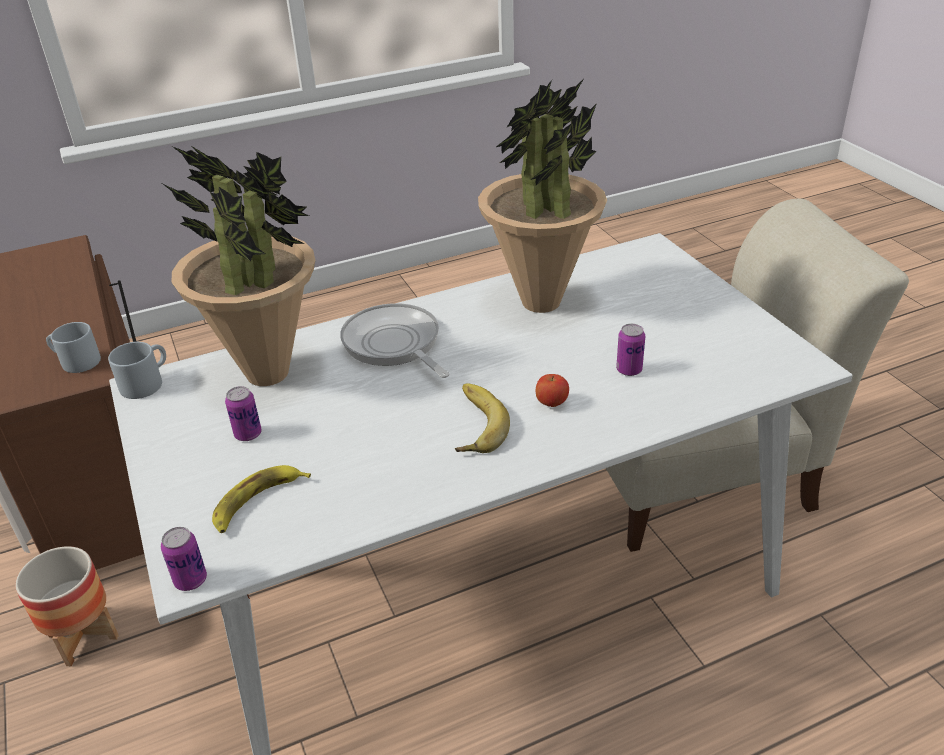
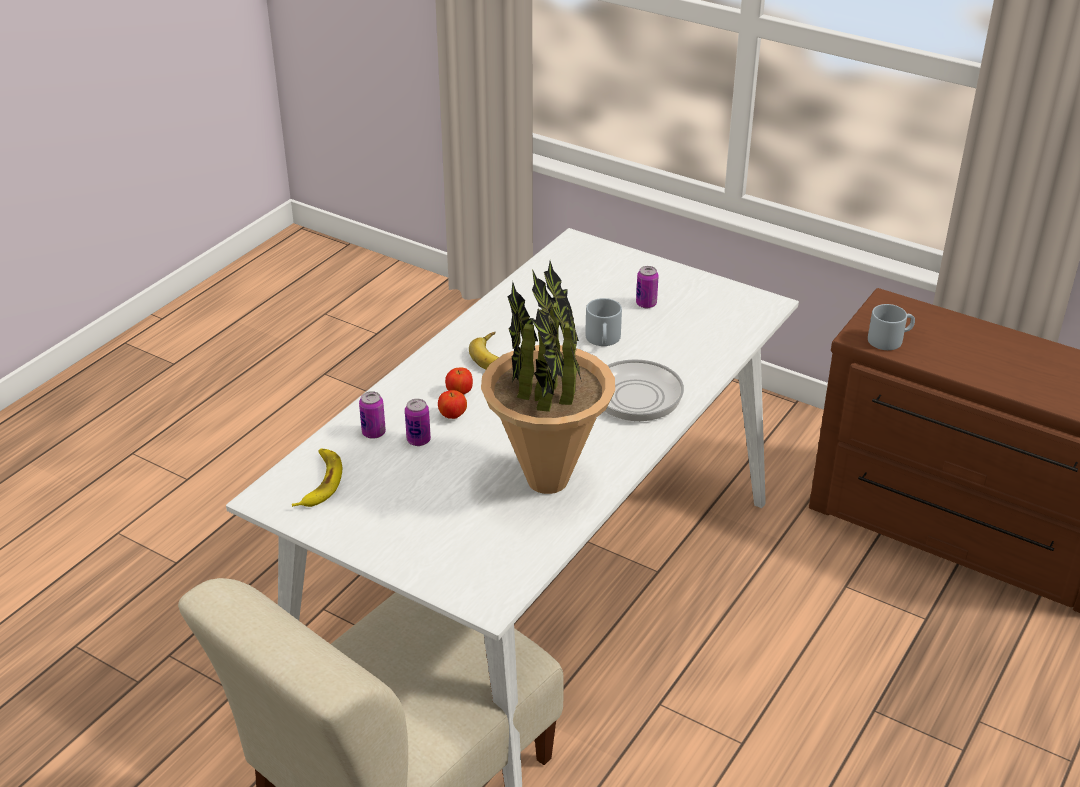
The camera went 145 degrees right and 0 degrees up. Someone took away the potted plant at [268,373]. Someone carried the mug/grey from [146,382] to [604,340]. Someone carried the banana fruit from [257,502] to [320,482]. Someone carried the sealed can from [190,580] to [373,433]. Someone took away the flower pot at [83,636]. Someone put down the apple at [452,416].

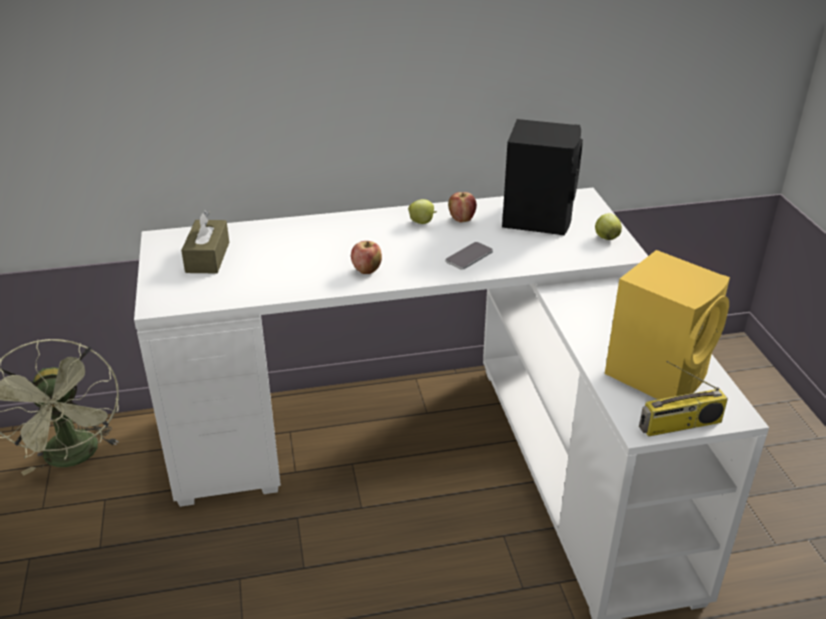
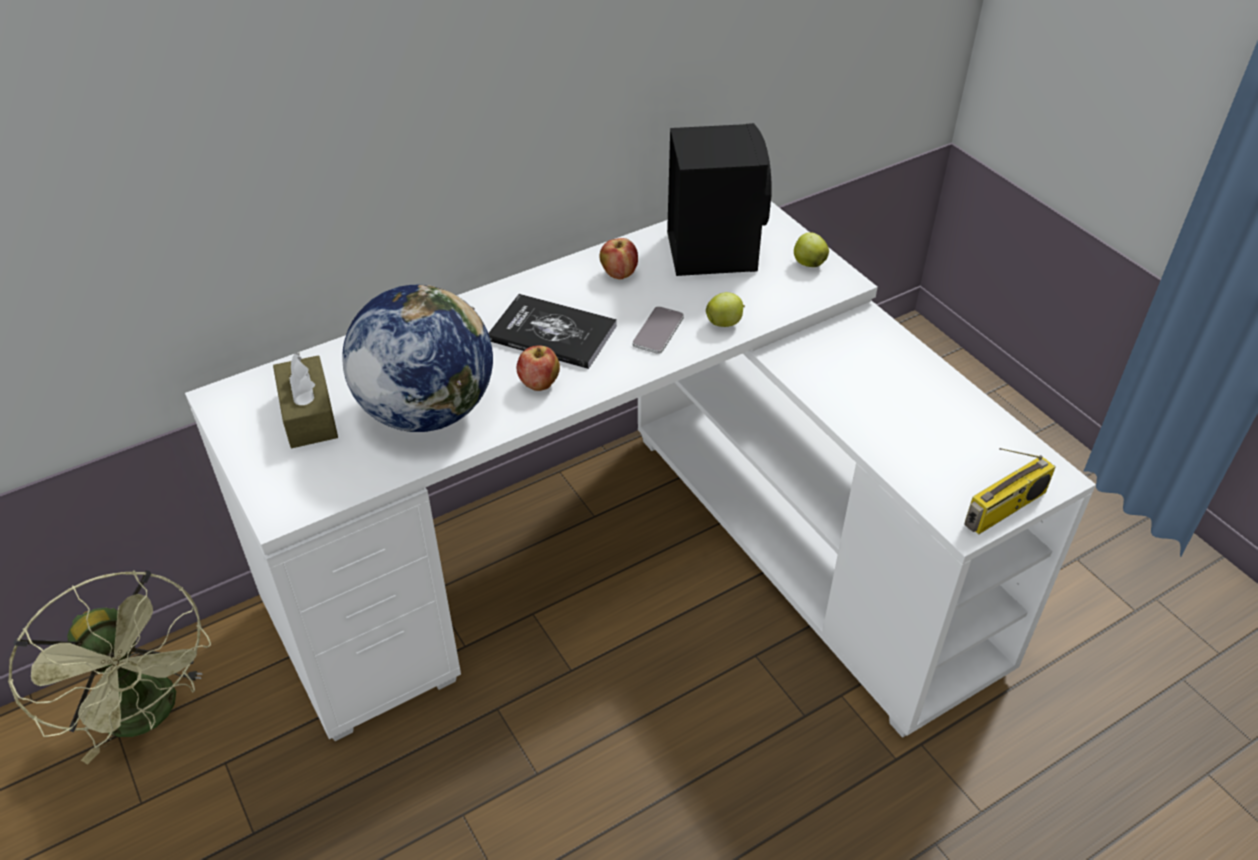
The camera went 20 degrees left and 10 degrees up. Someone carried the apple from [422,222] to [724,323]. Someone took away the speaker/yellow at [658,373]. Someone put down the desk globe at [426,410]. Someone put down the volume at [552,333].

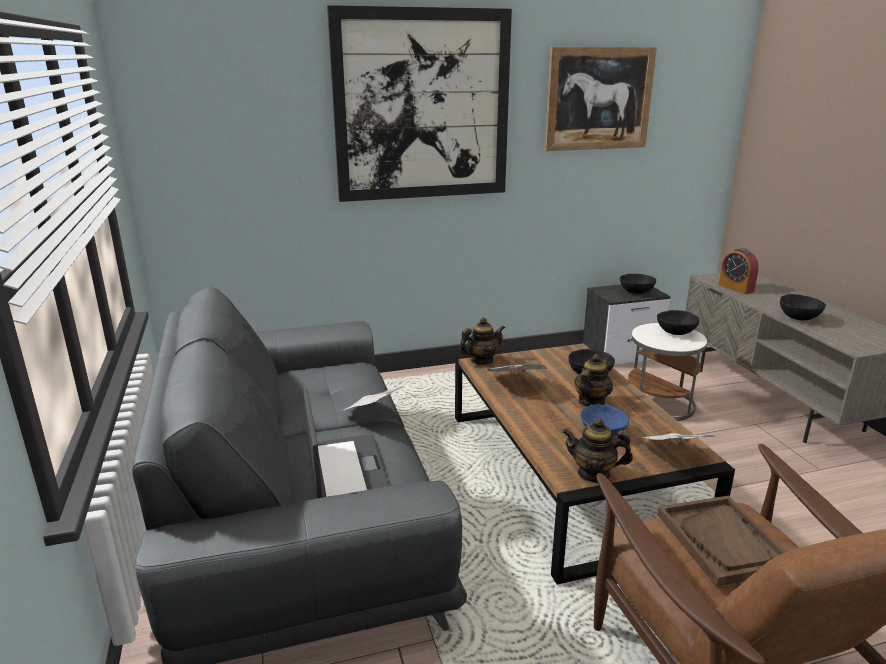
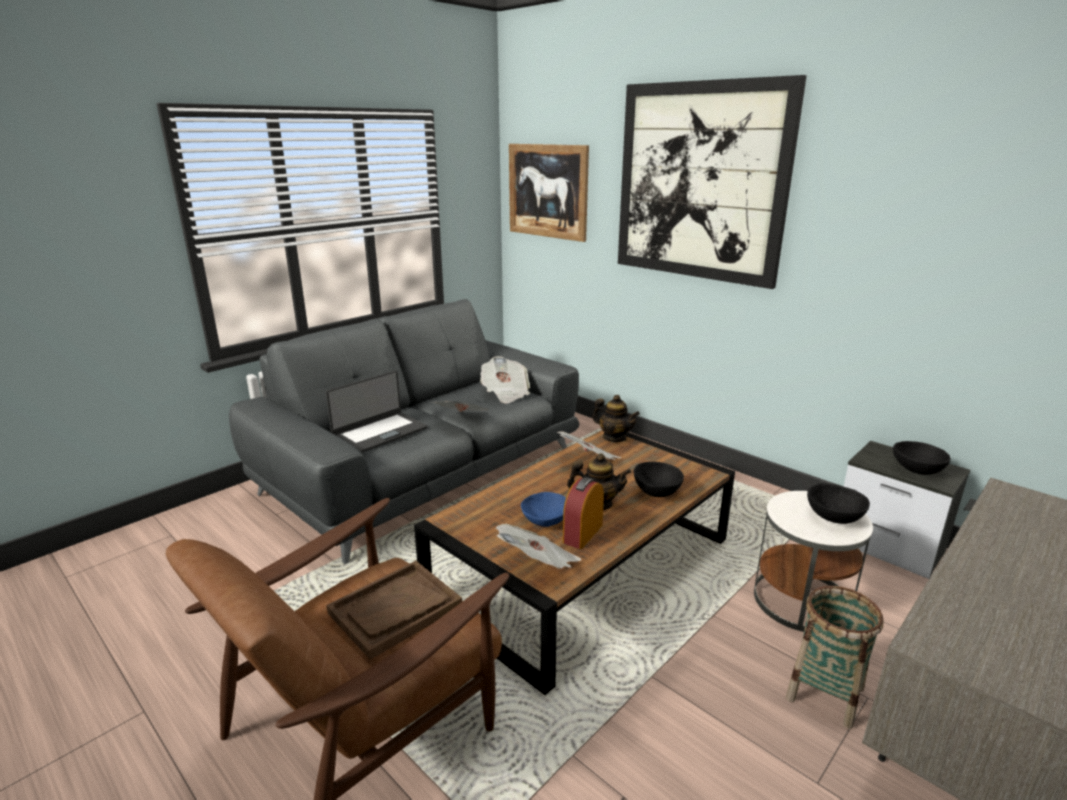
The camera went 60 degrees right and 0 degrees up. Someone carried the picture from [599,99] to [547,191]. Someone carried the alarm clock from [736,288] to [583,533]. Someone took away the deep dish/blackish at [798,318]. Someone took away the tea pot at [594,474]. Someone put down the printed paper at [505,393]. Someone put down the basket at [825,693].

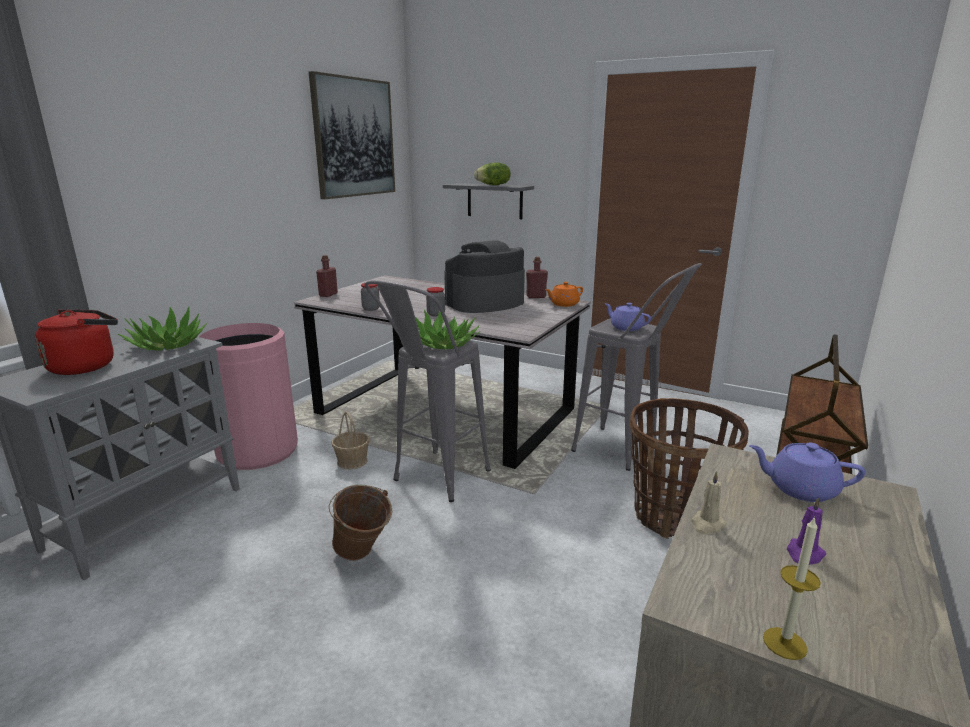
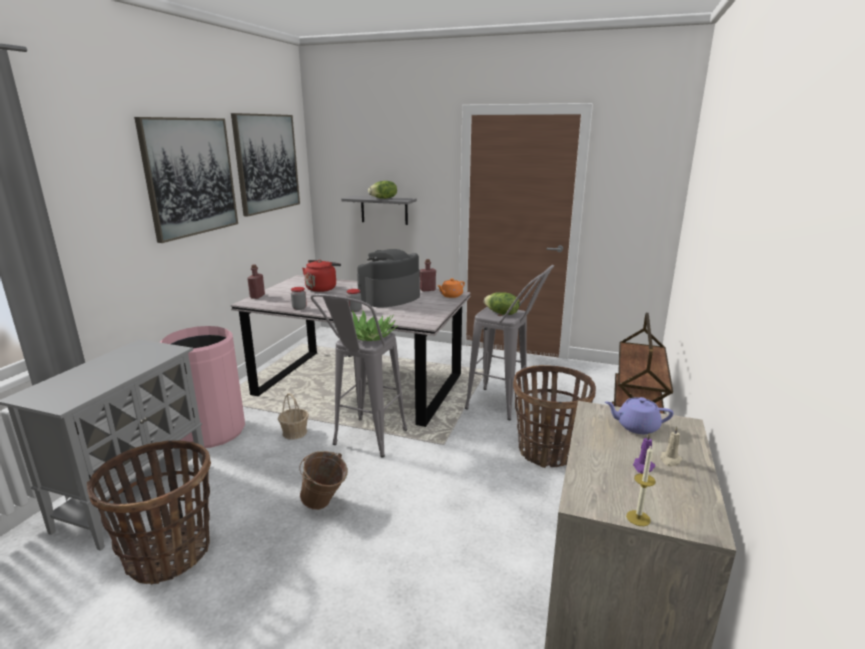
The camera went 10 degrees left and 0 degrees up. Someone swapped the tea pot/purple at [626,327] for the lettuce head at [501,313]. Someone took away the potted plant at [167,345]. Someone carried the tea kettle/reddish from [86,366] to [322,288]. Someone carried the wax light/beige-coloured from [707,525] to [670,460]. Someone put up the picture at [190,177]. Someone put down the basket at [169,554].

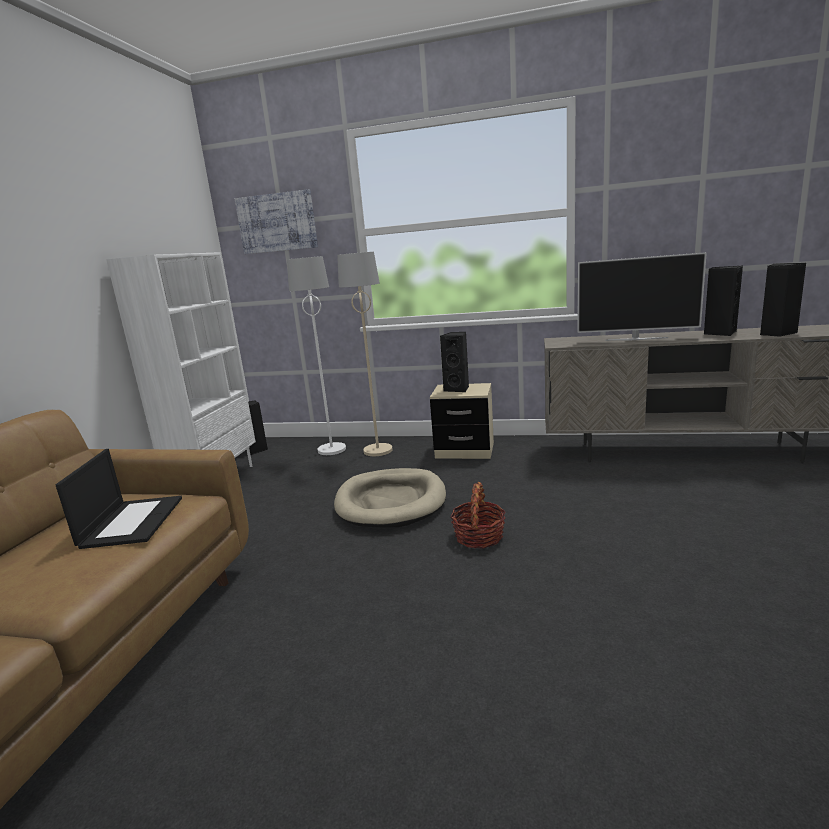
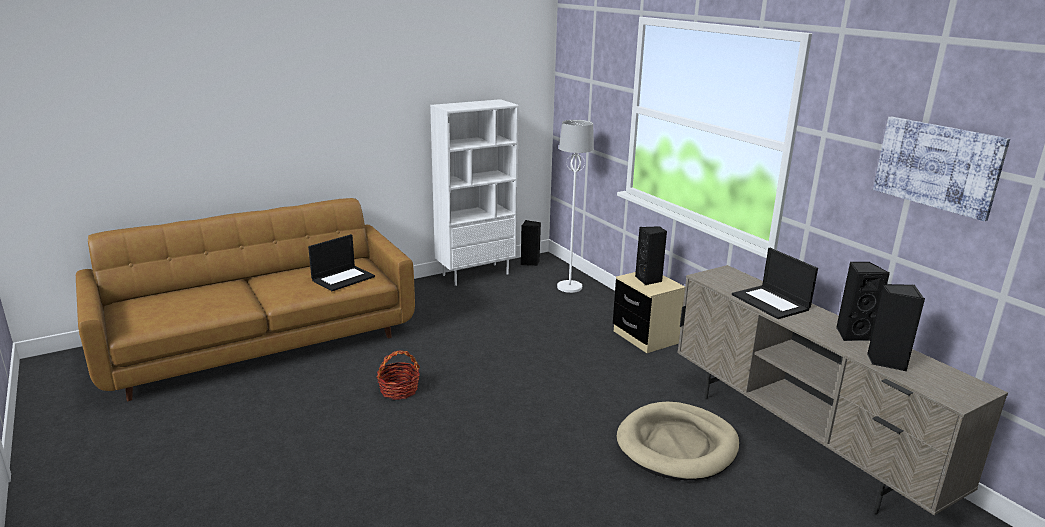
The camera went 45 degrees right and 5 degrees up. Someone carried the picture from [277,222] to [937,166]. Someone took away the standard lamp/beige-coloured at [377,451]. Someone swapped the television at [636,339] for the portable computer at [771,302]. Someone carried the dog bed/beige-coloured from [391,502] to [677,445]. Someone carried the basket from [479,536] to [399,390].

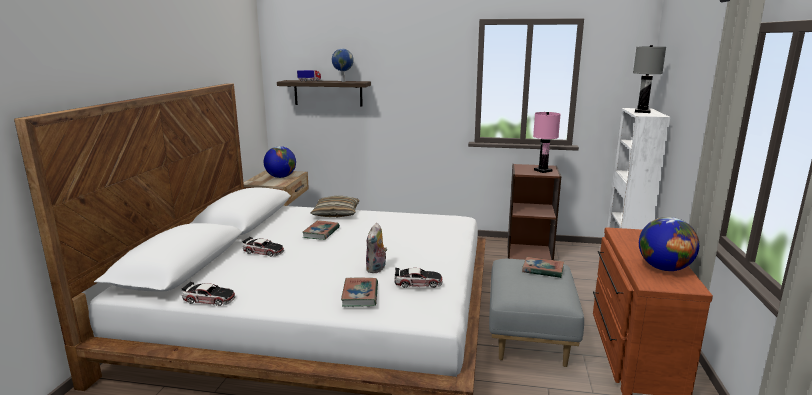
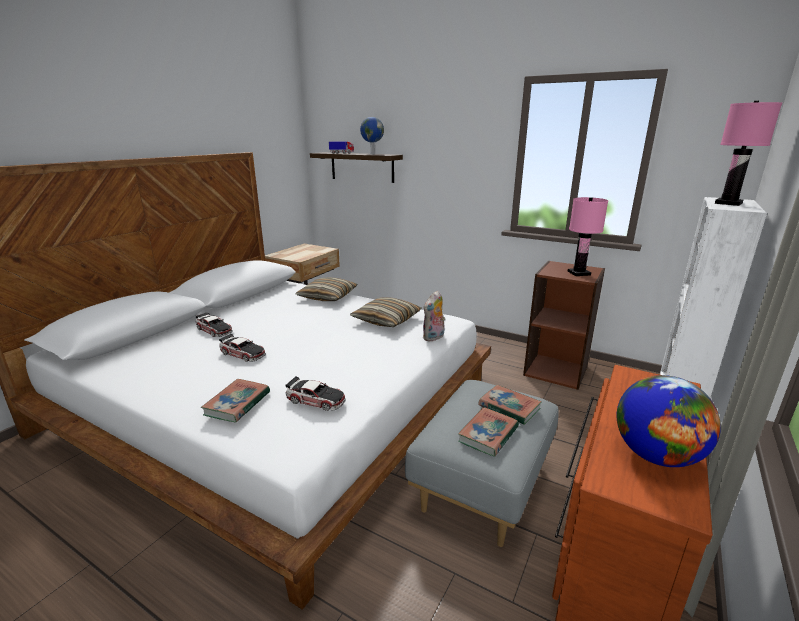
The camera went 20 degrees right and 5 degrees up. Someone repainted the tabletop lamp/grey at [642,112], which became the tabletop lamp/pinkish at [728,203]. Someone took away the desk globe at [281,177]. Someone carried the volume from [321,232] to [488,434]. Someone carried the plush toy from [376,269] to [434,337]. Someone carried the toy car from [209,299] to [243,353]. Someone put down the throw pillow at [386,320].

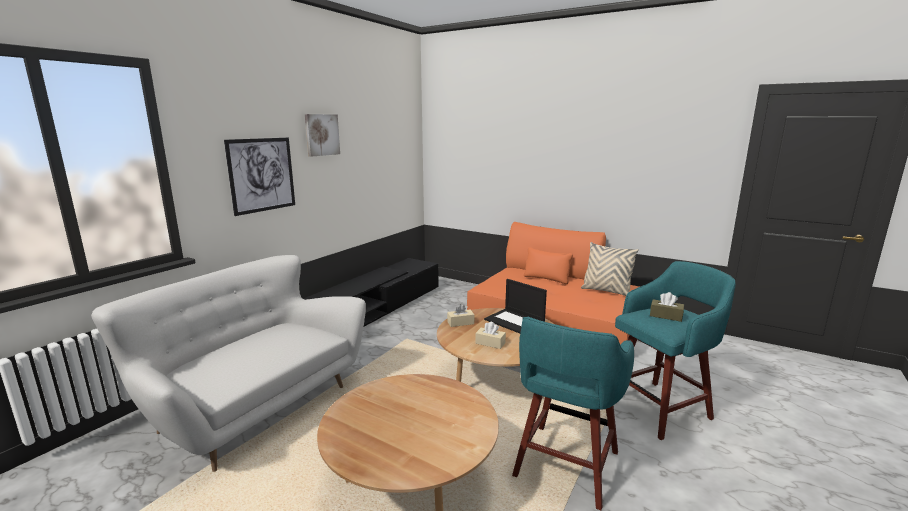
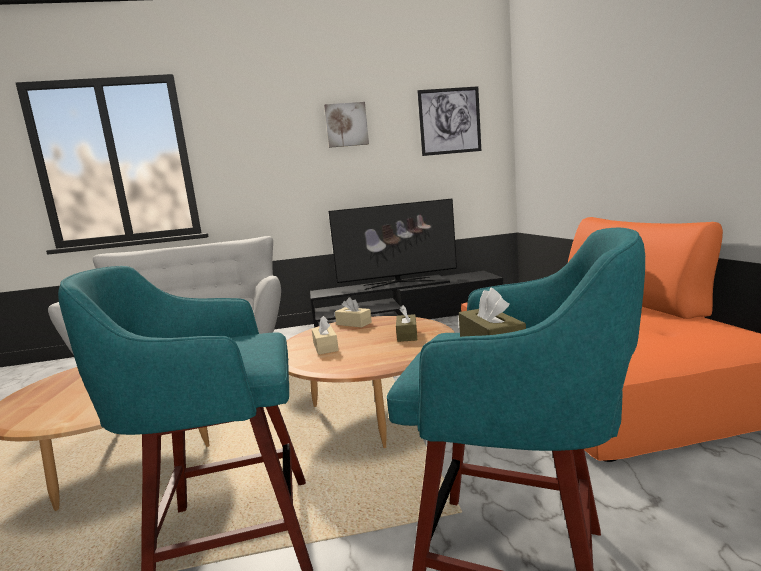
The camera went 50 degrees right and 5 degrees down. Someone carried the picture from [262,175] to [449,121]. Someone took away the throw pillow/beige-coloured at [606,291]. Someone swapped the portable computer at [515,321] for the tissue box/brown-coloured at [407,335]. Someone put down the television at [398,283].

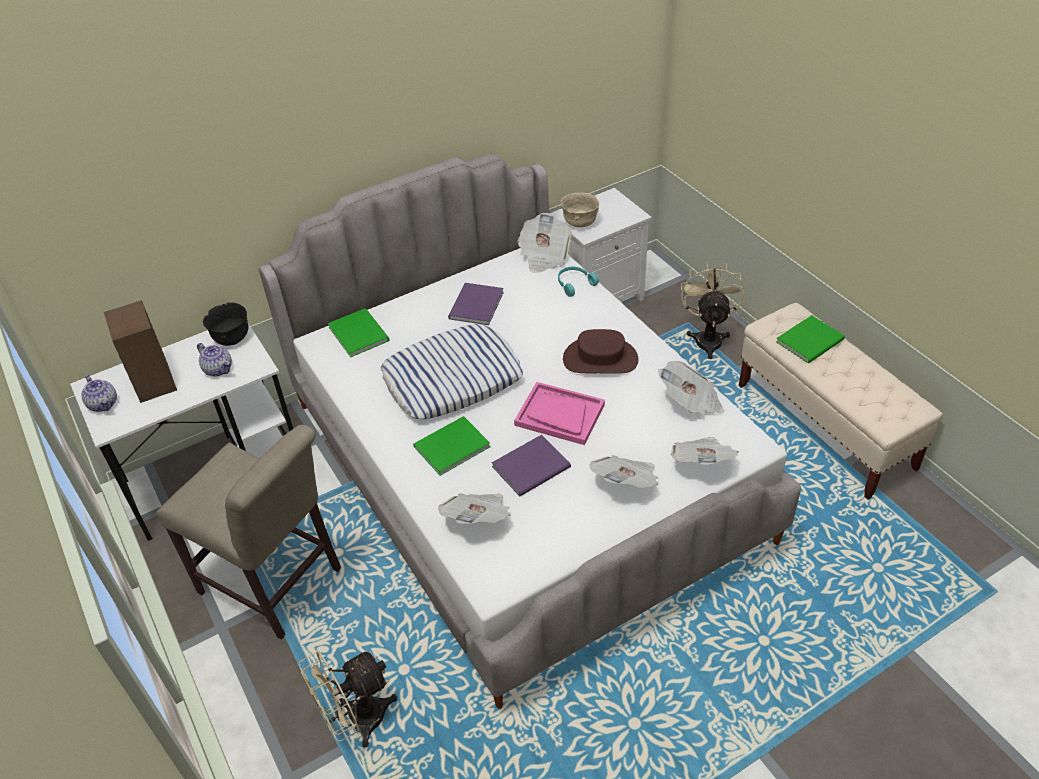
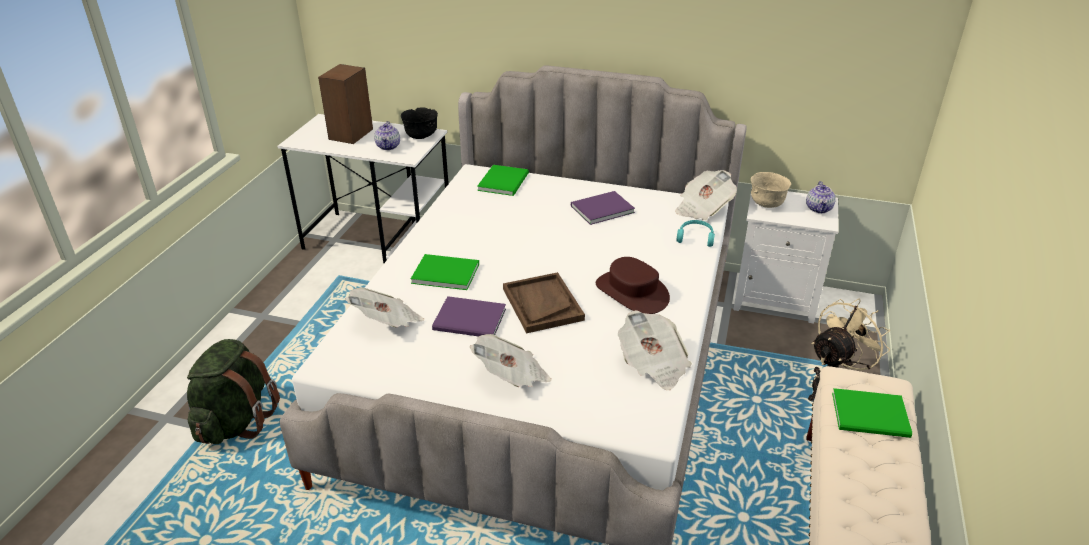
The camera went 45 degrees right and 10 degrees down. Someone took away the throw pillow at [452,378]. Someone carried the tea pot from [104,404] to [819,209]. Someone repainted the serving tray/pinkish at [559,415], which became the serving tray/brown-coloured at [542,304]. Someone took away the chair/beige-coloured at [276,585]. Someone took away the printed paper at [702,462]. Someone swapped the fan/beige-coloured at [357,721] for the backpack/green-coloured at [236,421].

